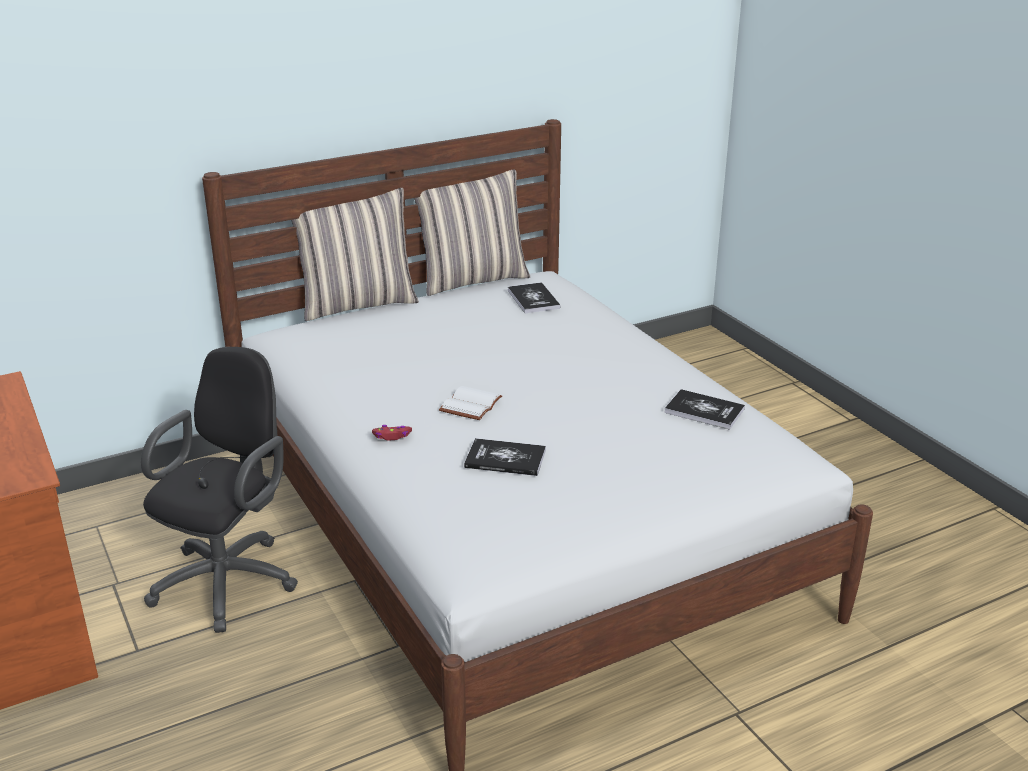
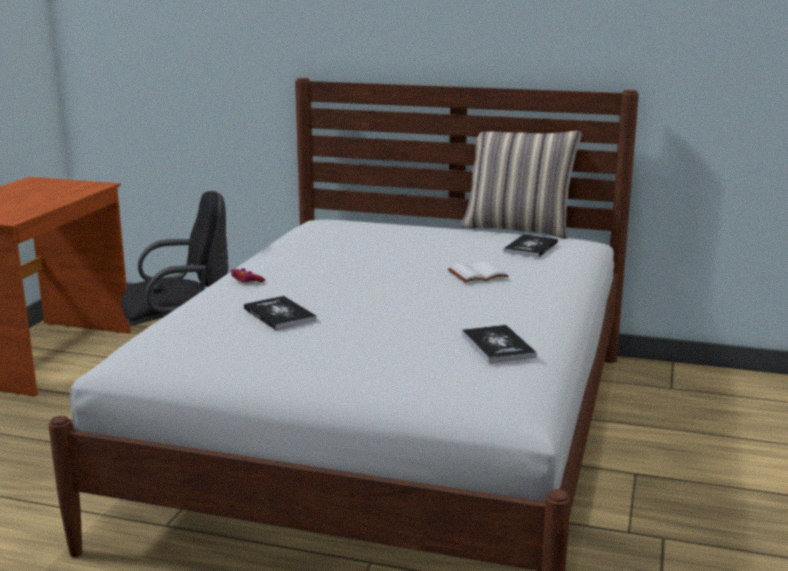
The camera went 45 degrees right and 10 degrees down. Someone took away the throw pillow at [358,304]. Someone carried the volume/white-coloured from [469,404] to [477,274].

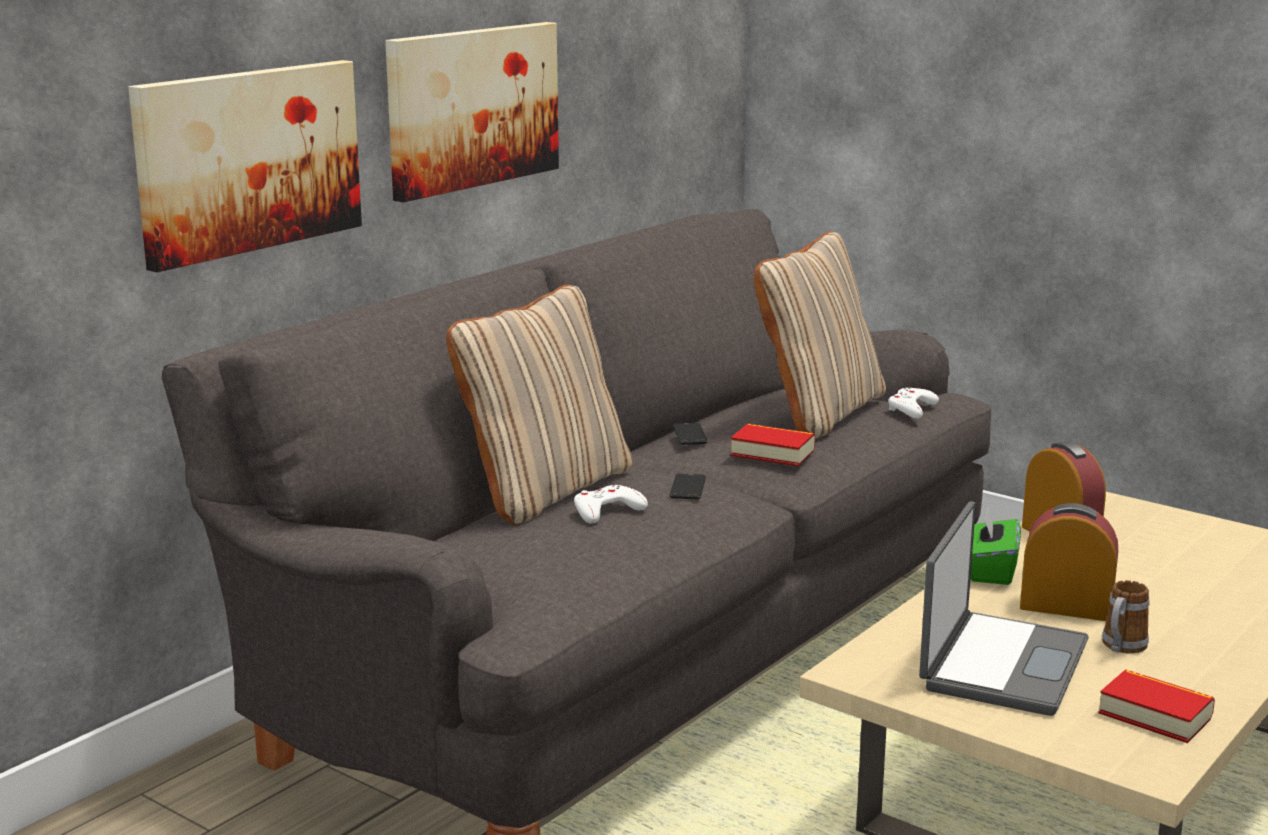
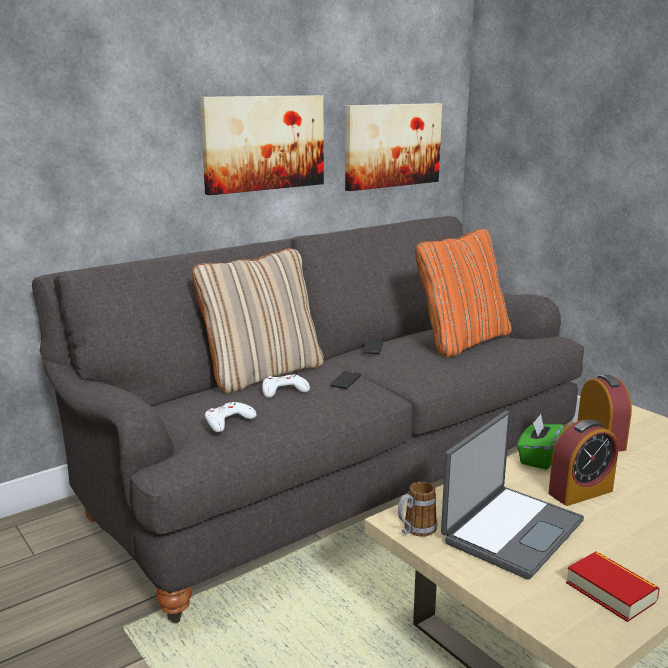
The camera went 15 degrees right and 0 degrees up. Someone carried the picture from [248,160] to [392,145]. Someone repainted the throw pillow/beige-coloured at [818,413], which became the throw pillow/orangey at [462,341]. Someone carried the gamepad/white-coloured from [911,408] to [228,421]. Someone took away the volume at [772,453]. Someone rotated the alarm clock at [1066,607] by 120 degrees clockwise. Someone carried the mug from [1121,648] to [415,530].

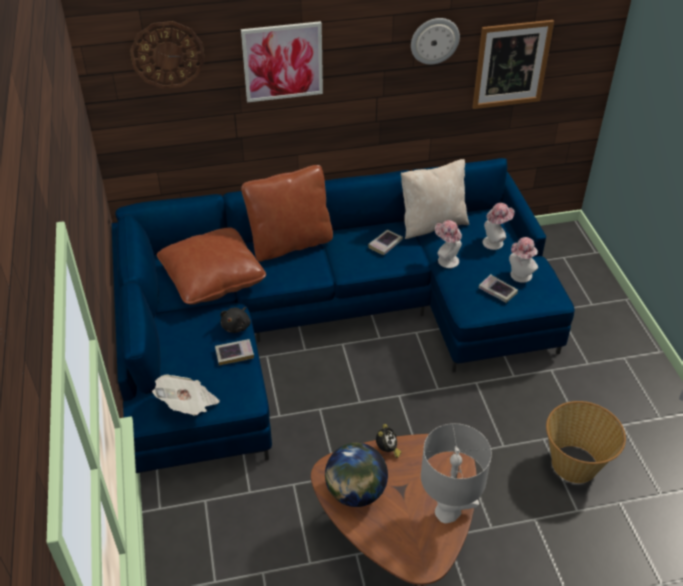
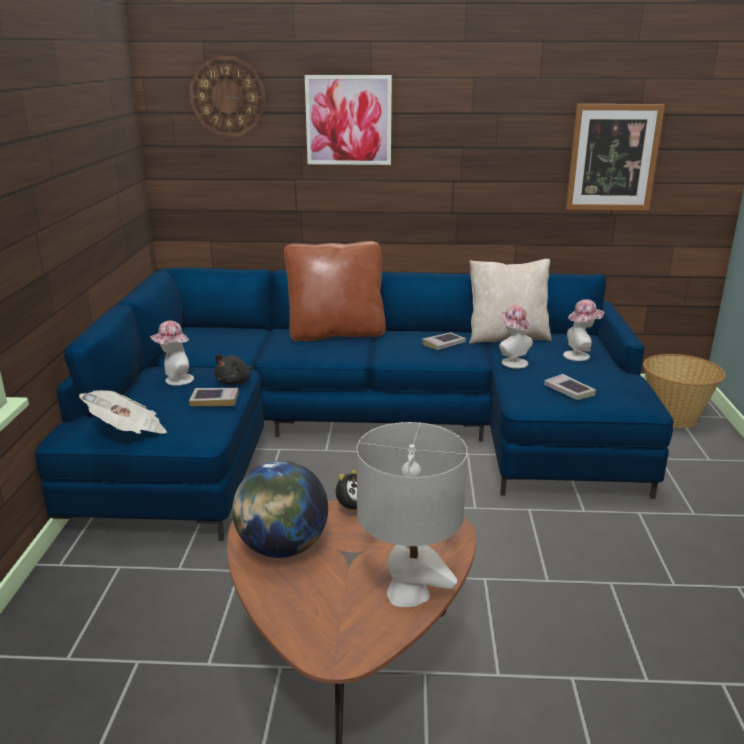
The camera went 15 degrees right and 20 degrees down. Someone took away the clock on the wall at [434,40]. Someone took away the throw pillow/brown-coloured at [213,278]. Someone carried the clothing hat from [519,276] to [175,380]. Someone carried the basket from [575,464] to [674,417].

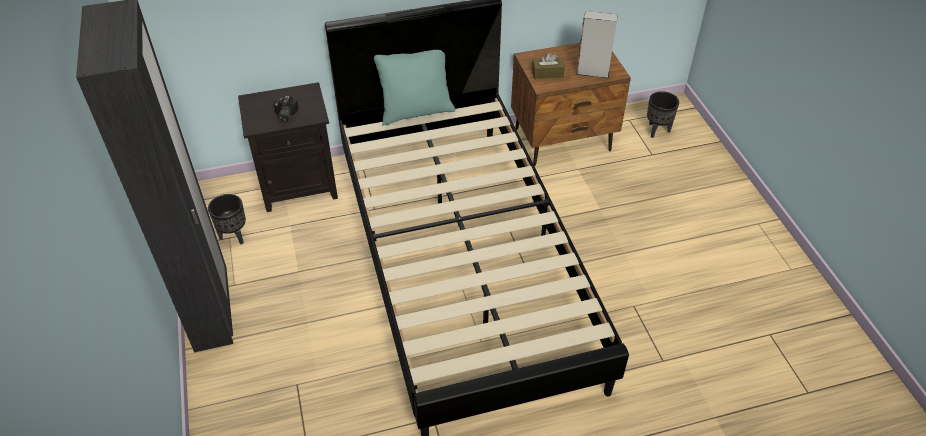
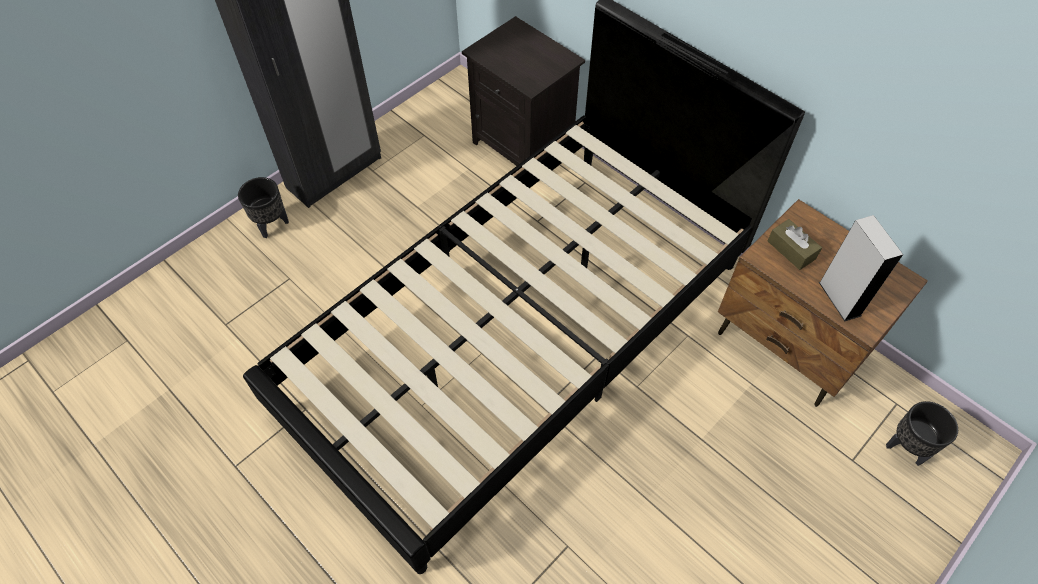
The camera went 60 degrees right and 10 degrees up. Someone took away the throw pillow/turquoise-coloured at [416,112]. Someone took away the still camera at [284,115]. Someone carried the flower pot/blackish from [234,235] to [272,225].

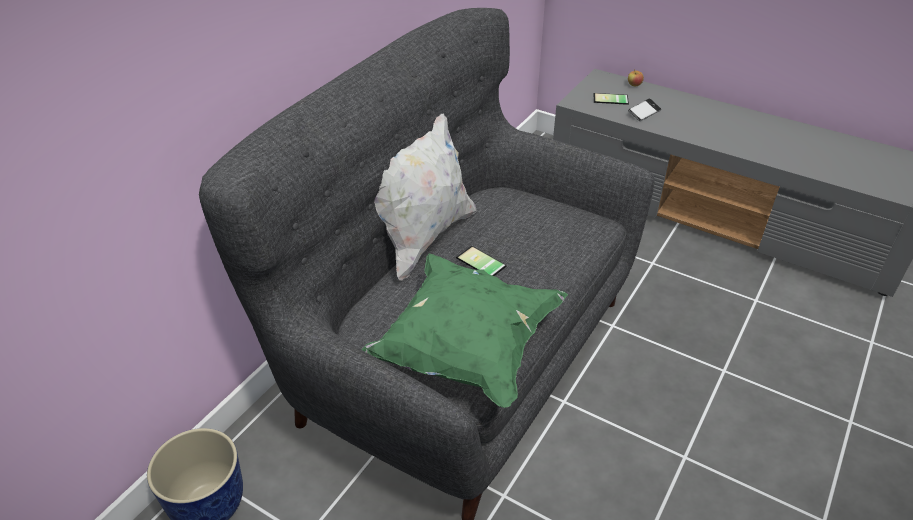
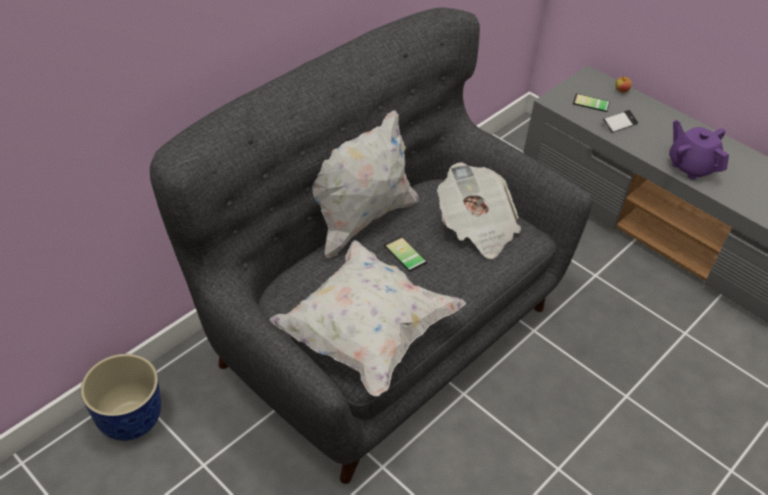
The camera went 10 degrees right and 5 degrees up. Someone repainted the throw pillow/green-coloured at [465,349], which became the throw pillow/white-coloured at [365,334]. Someone put down the tea pot/purple at [691,166]. Someone put down the printed paper at [476,227].

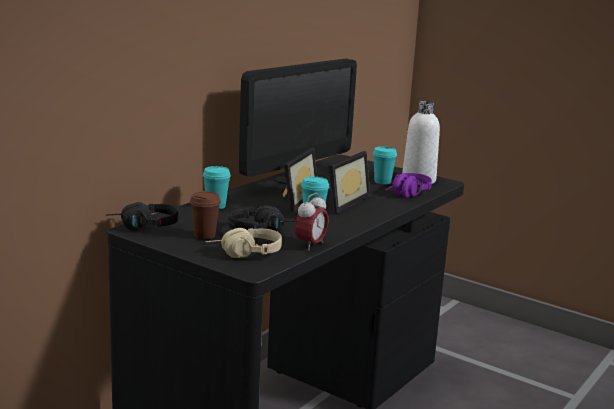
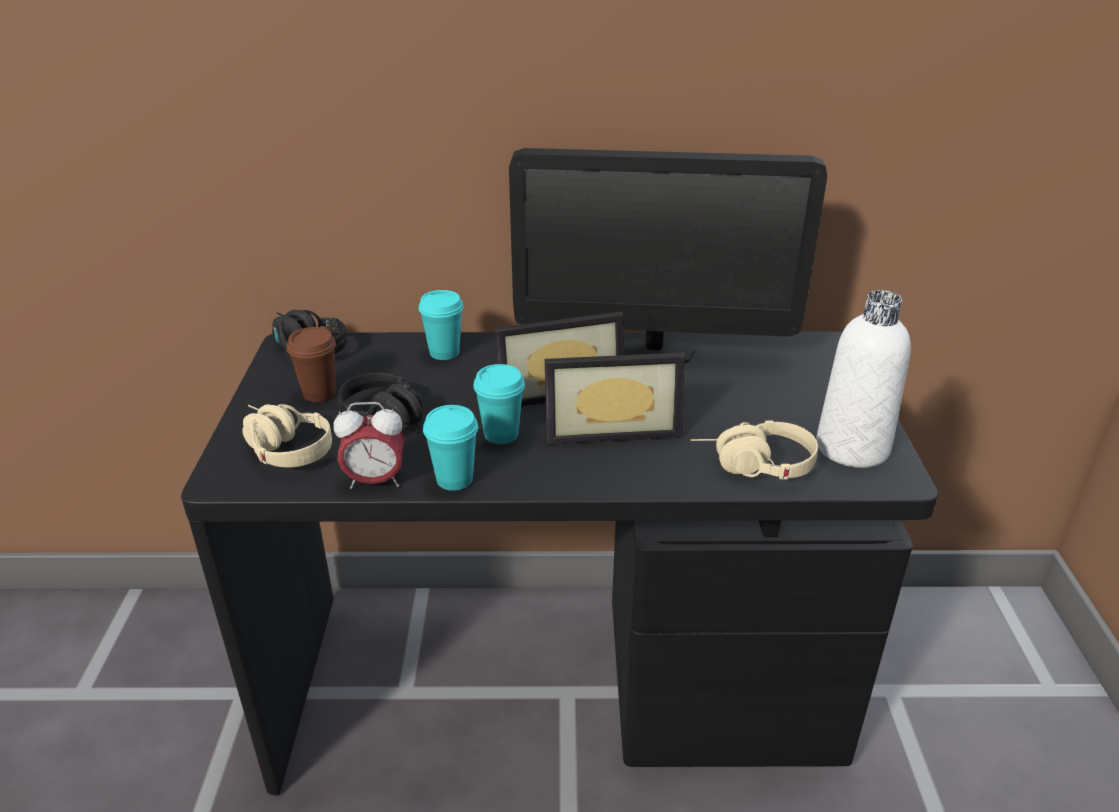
The camera went 55 degrees right and 15 degrees up. Someone carried the cup/turquoise-coloured from [382,182] to [454,479]. Someone repainted the pair of headphones/purple at [406,194], which became the pair of headphones/beige-coloured at [752,466].

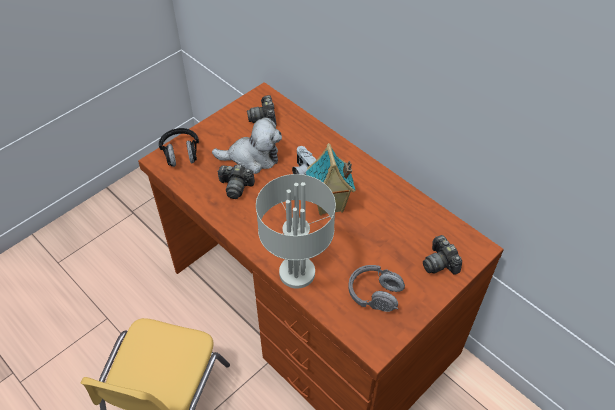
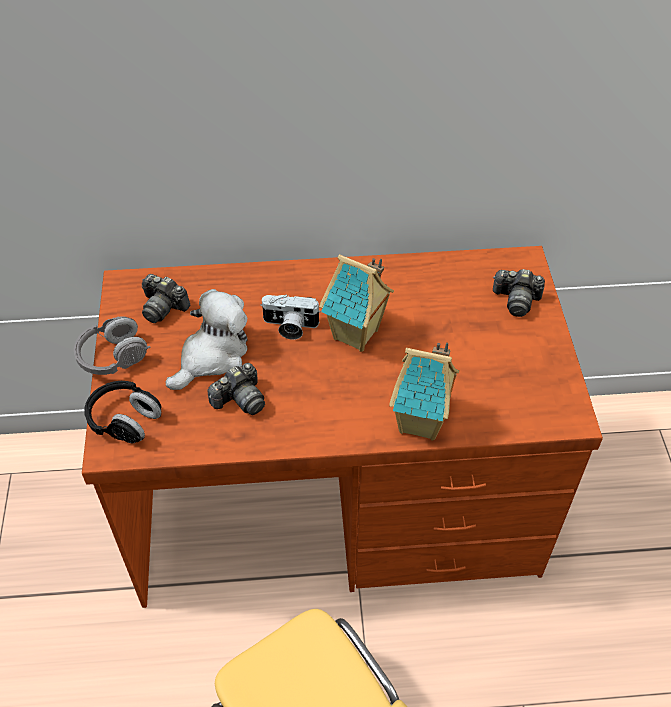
The camera went 50 degrees left and 0 degrees up. Someone swapped the tabletop lamp/grey at [297,274] for the toy house at [421,423]. Someone carried the pair of headphones/grey from [374,295] to [113,357].

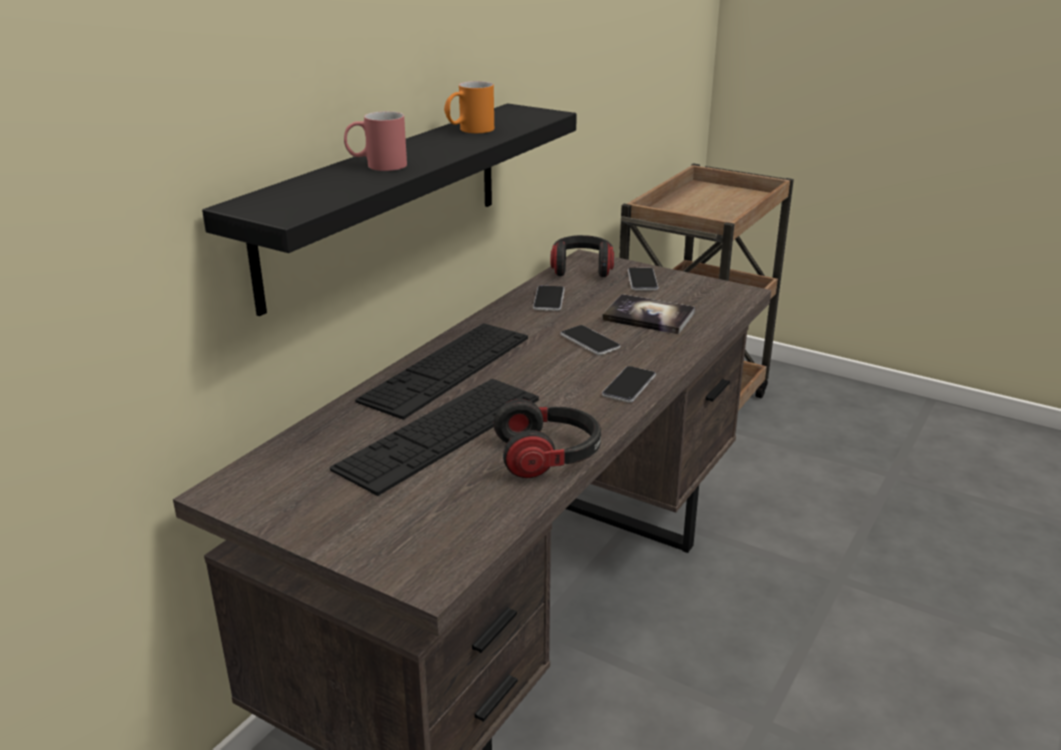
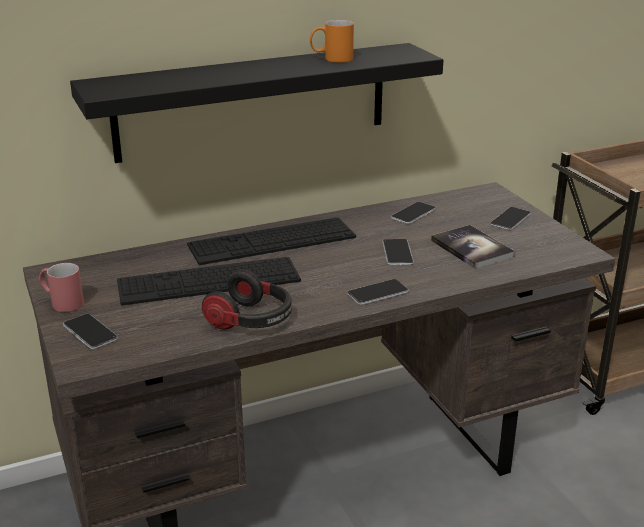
The camera went 35 degrees right and 0 degrees up. Someone carried the mug/reddish from [376,166] to [61,302]. Someone took away the pair of headphones at [582,269]. Someone put down the telephone at [90,332].

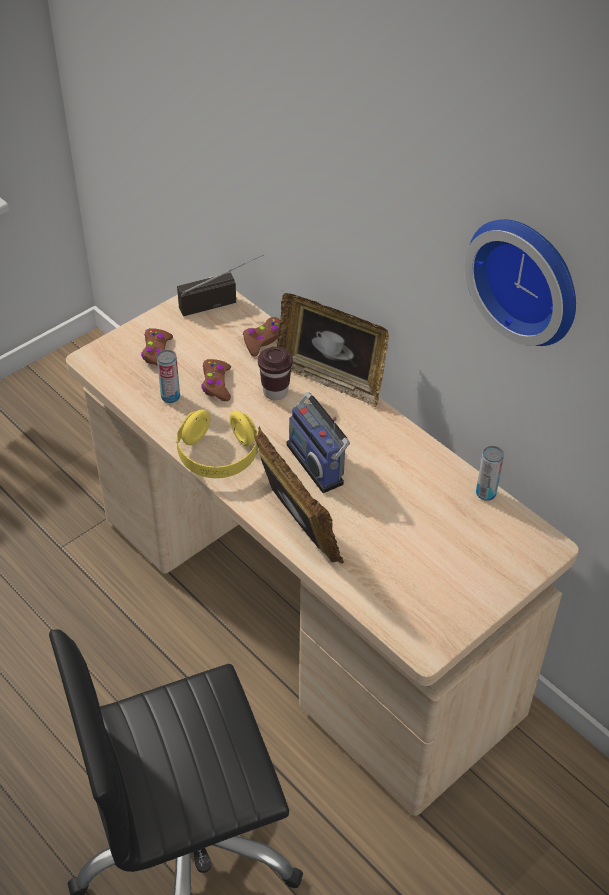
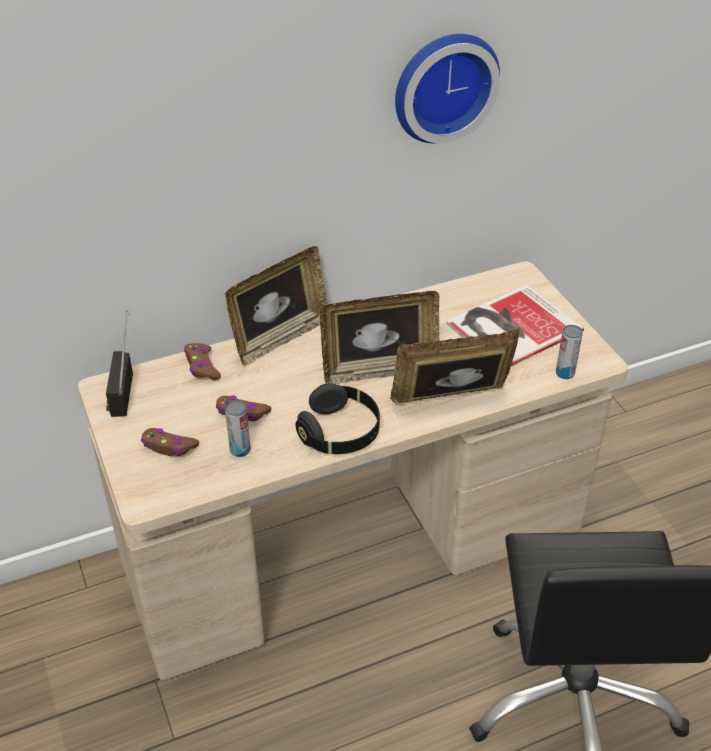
The camera went 70 degrees left and 5 degrees down. Someone took away the cup/brown-coloured at [275,392]. Someone swapped the radio set at [318,463] for the photo frame at [380,370]. Someone repainted the pair of headphones/yellow at [218,456], which became the pair of headphones/blackish at [340,433]. Someone carried the sealed can from [486,493] to [565,373]. Someone put down the volume at [510,327].

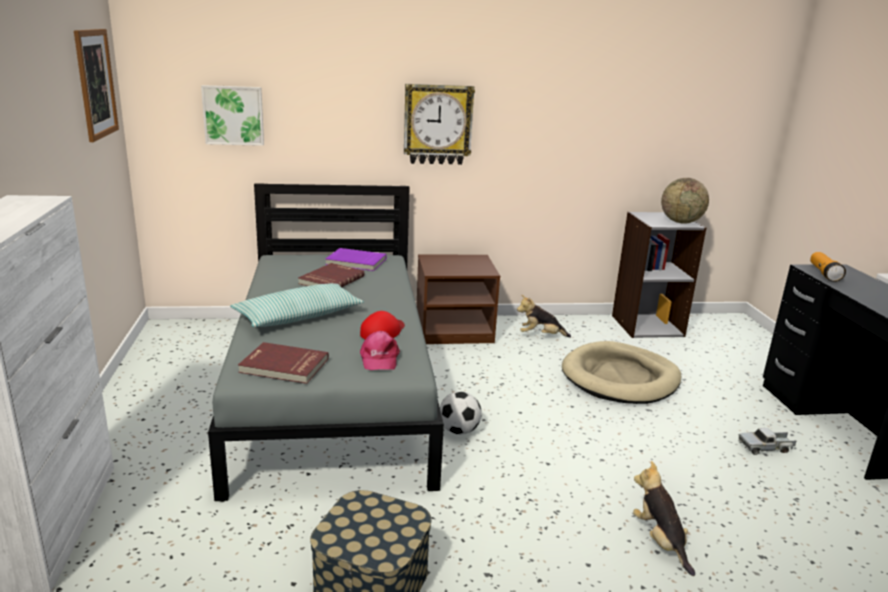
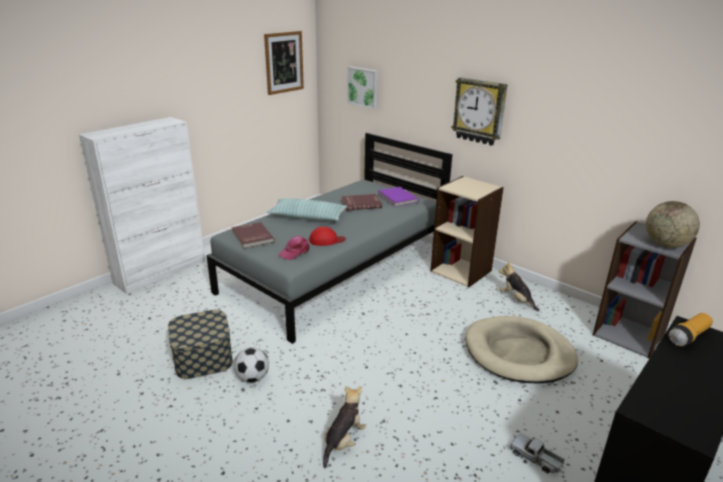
The camera went 50 degrees right and 5 degrees up. Someone swapped the nightstand/brown-coloured at [454,331] for the bookcase/beige-coloured at [461,271]. Someone carried the football from [459,431] to [252,378].

